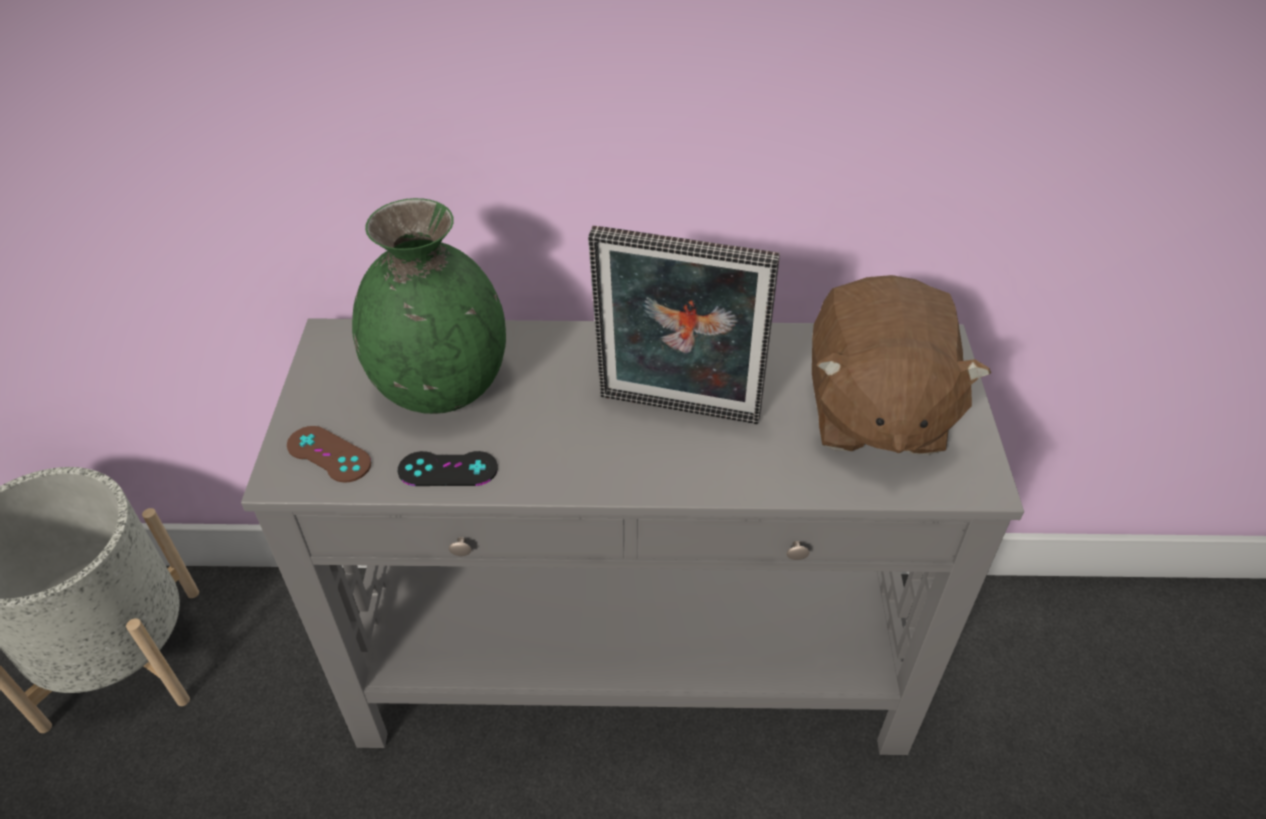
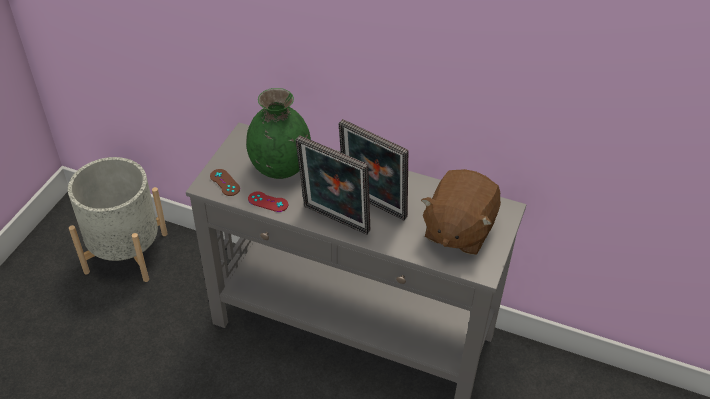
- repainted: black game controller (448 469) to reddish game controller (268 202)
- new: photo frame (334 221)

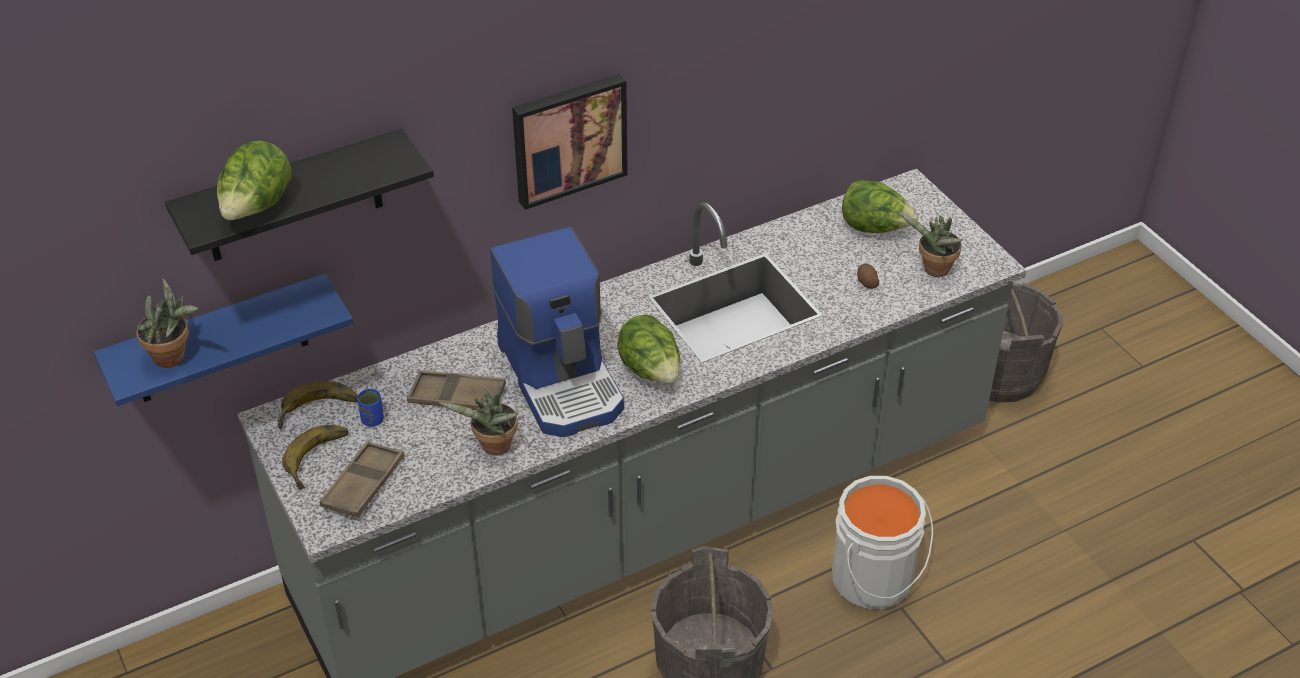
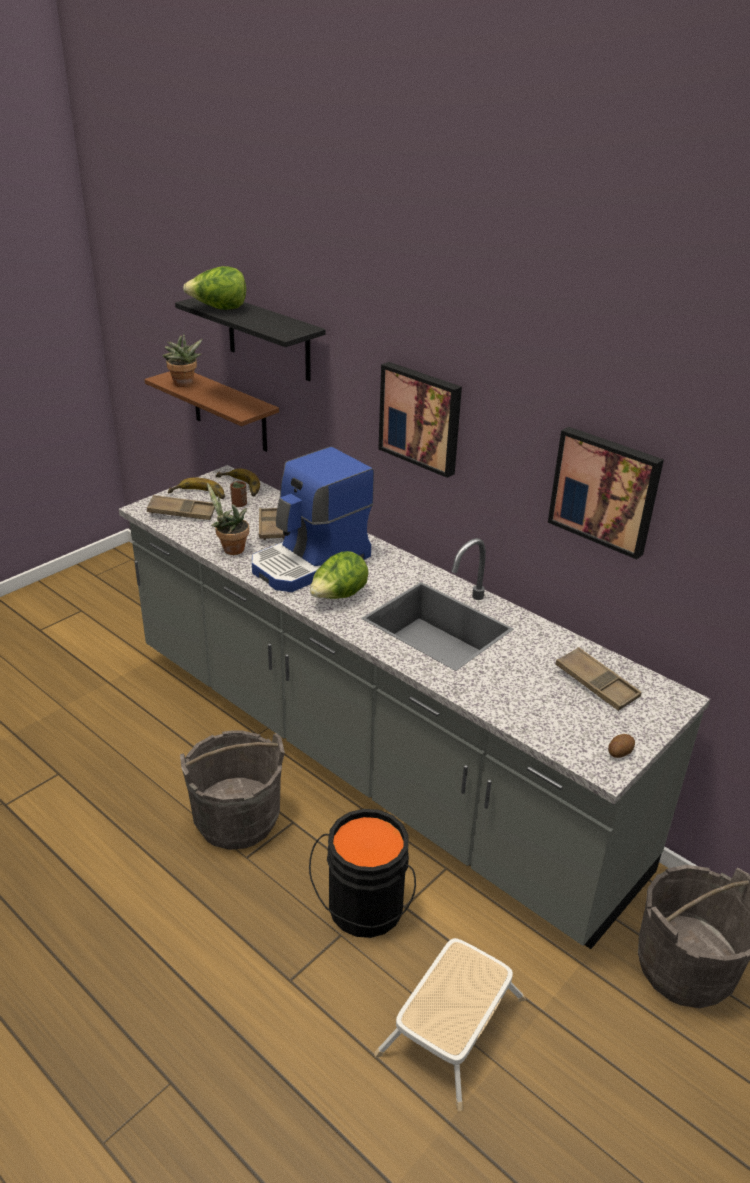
- swapped: lettuce (874 228) to brownish serving tray (596 684)
- gone: potted plant (933 270)
- shifted: spud (866 282) to (619 752)
- repainted: blue-coloured wall shelf (219 341) to brownish wall shelf (230 411)
- repainted: blue-coloured drinking cup (372 420) to brownish drinking cup (239 504)
- repainted: white-coloured water bucket (875 580) to black water bucket (363 910)
- new: picture (605 490)
- new: beige-coloured step ladder (452 1026)

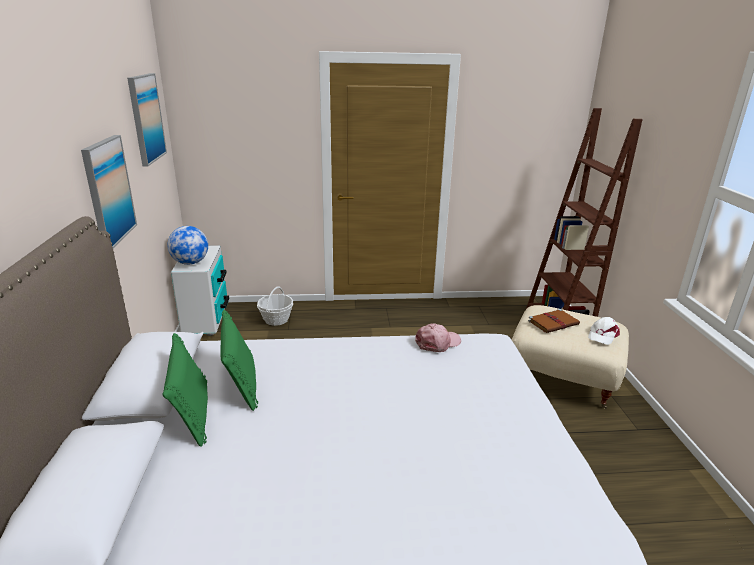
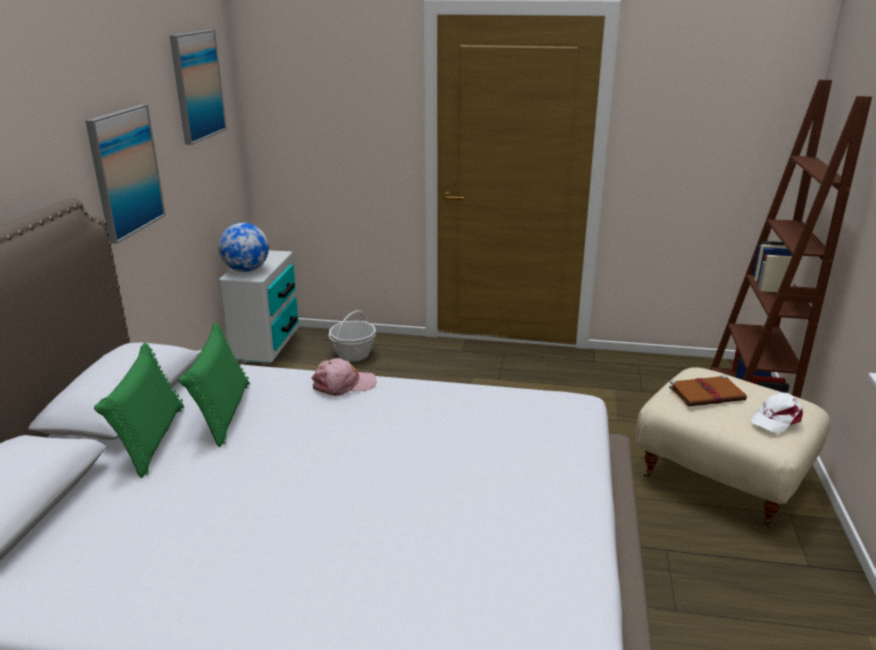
- shifted: pink cap (438 343) to (344 384)

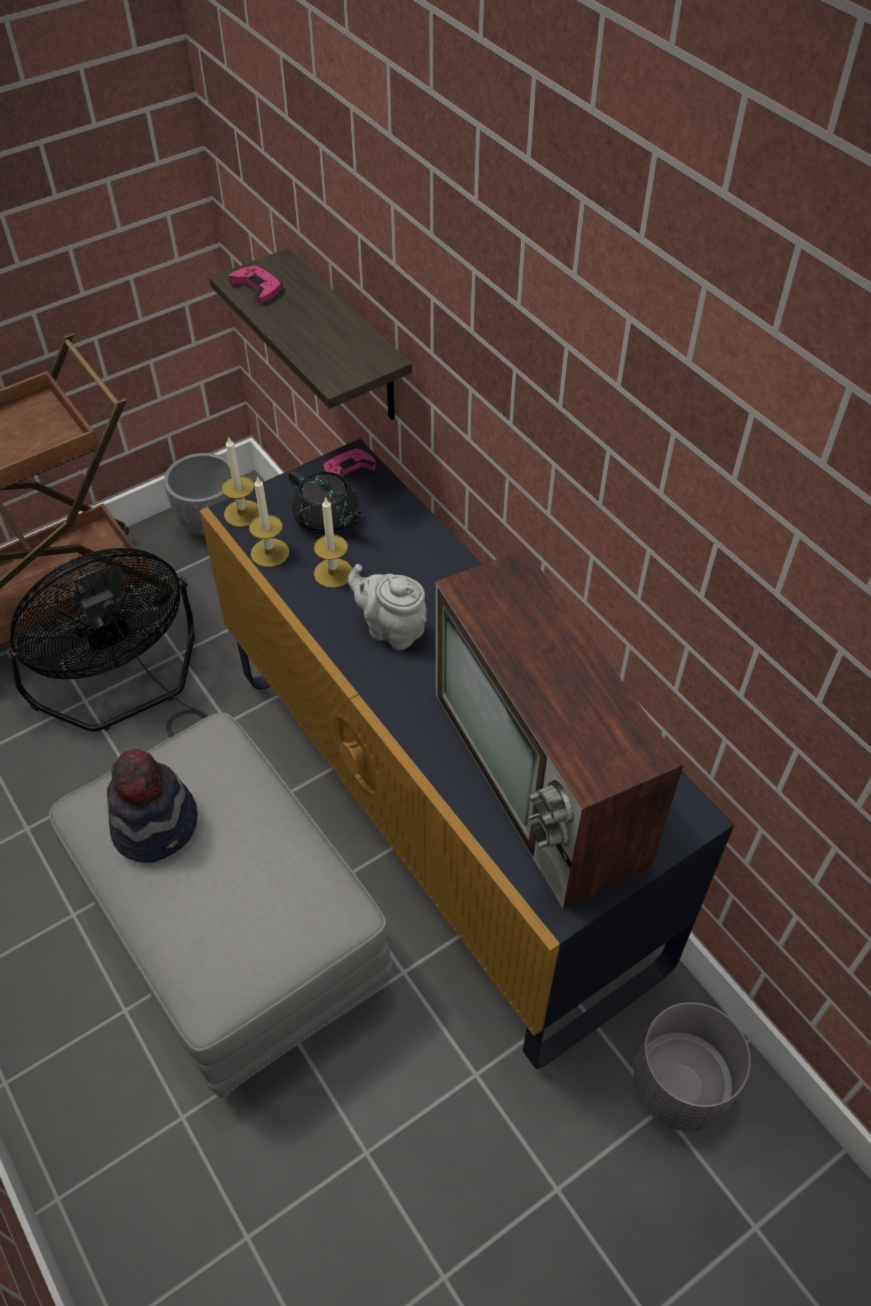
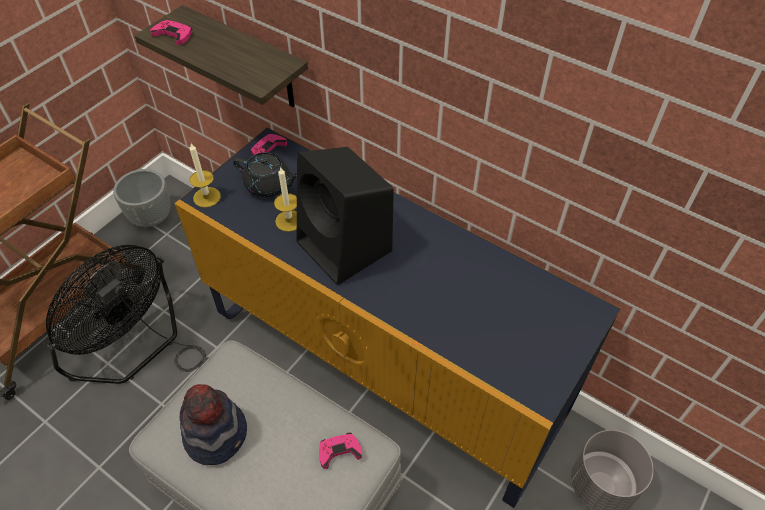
- gone: wax candle (270 553)
- gone: TV (542 780)
- swapped: grey pot for tea (391 629) to black audio speaker (346 247)
- new: pink game controller (339 451)

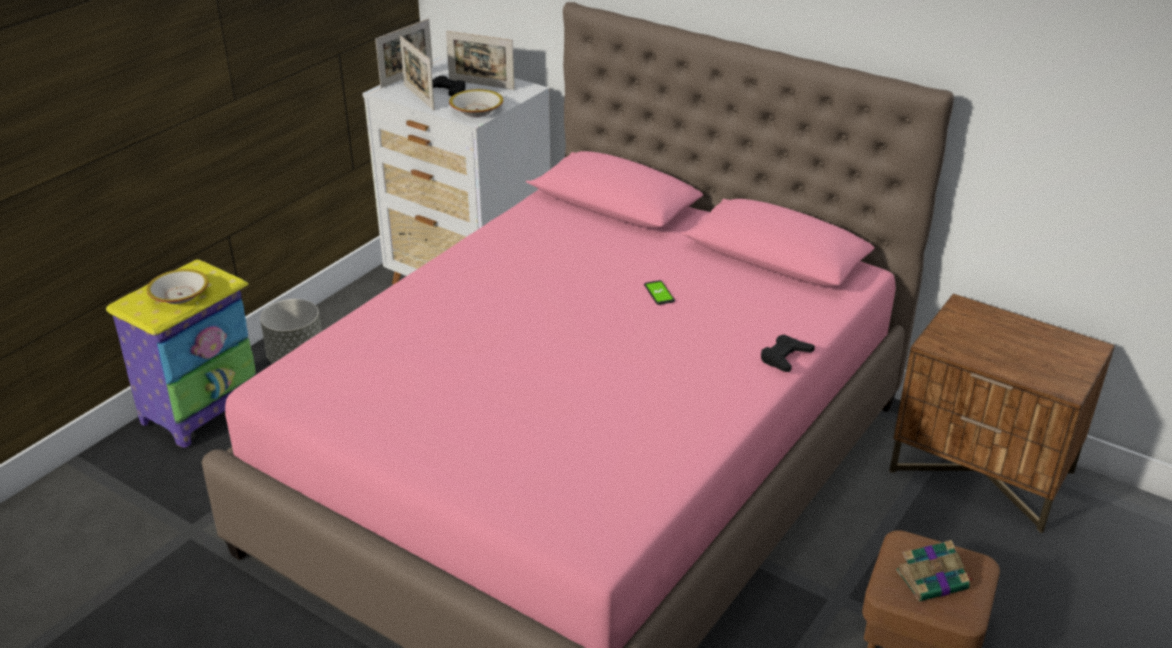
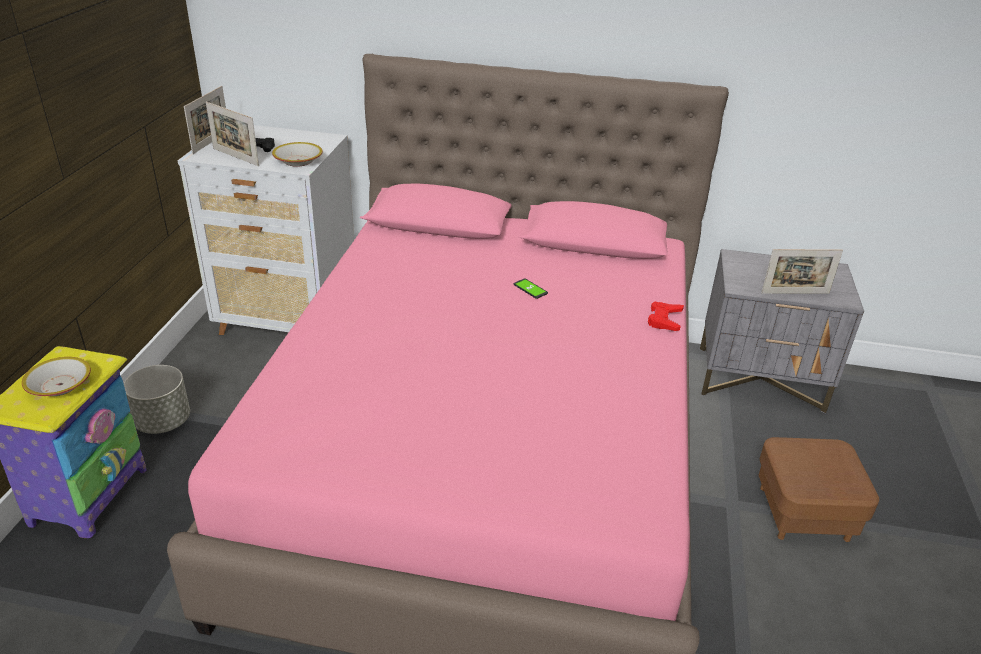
- shifted: photo frame (481 84) to (795 293)
- repainted: brownish bedside table (982 472) to grey bedside table (760 379)
- repainted: black game controller (785 357) to reddish game controller (664 320)
- gone: bound book (933 580)

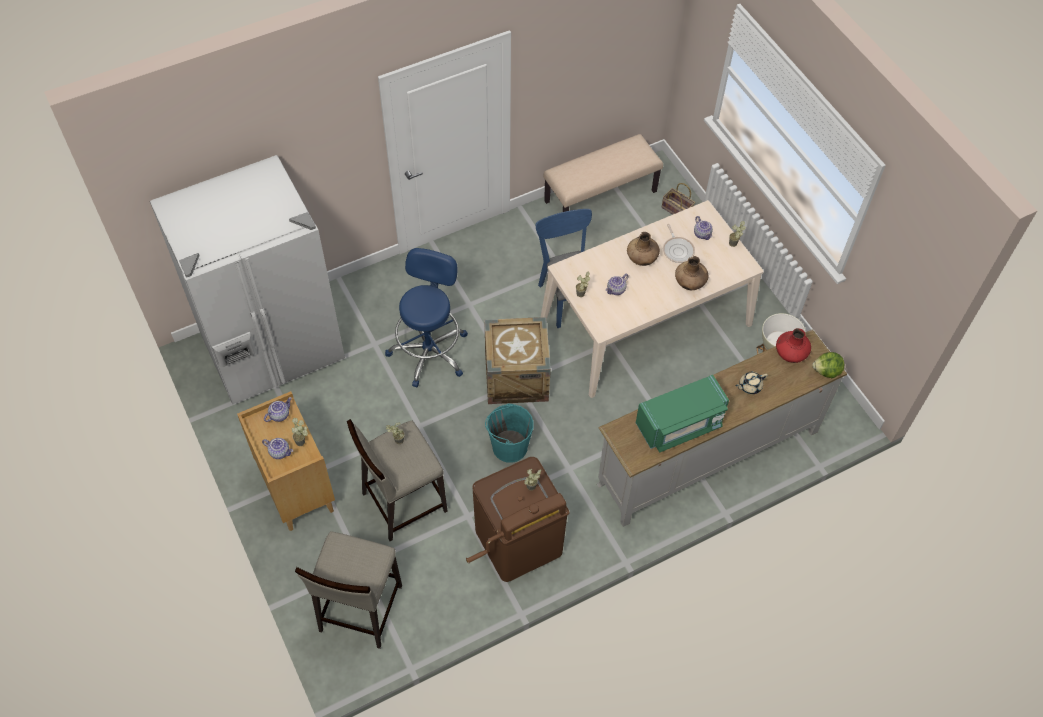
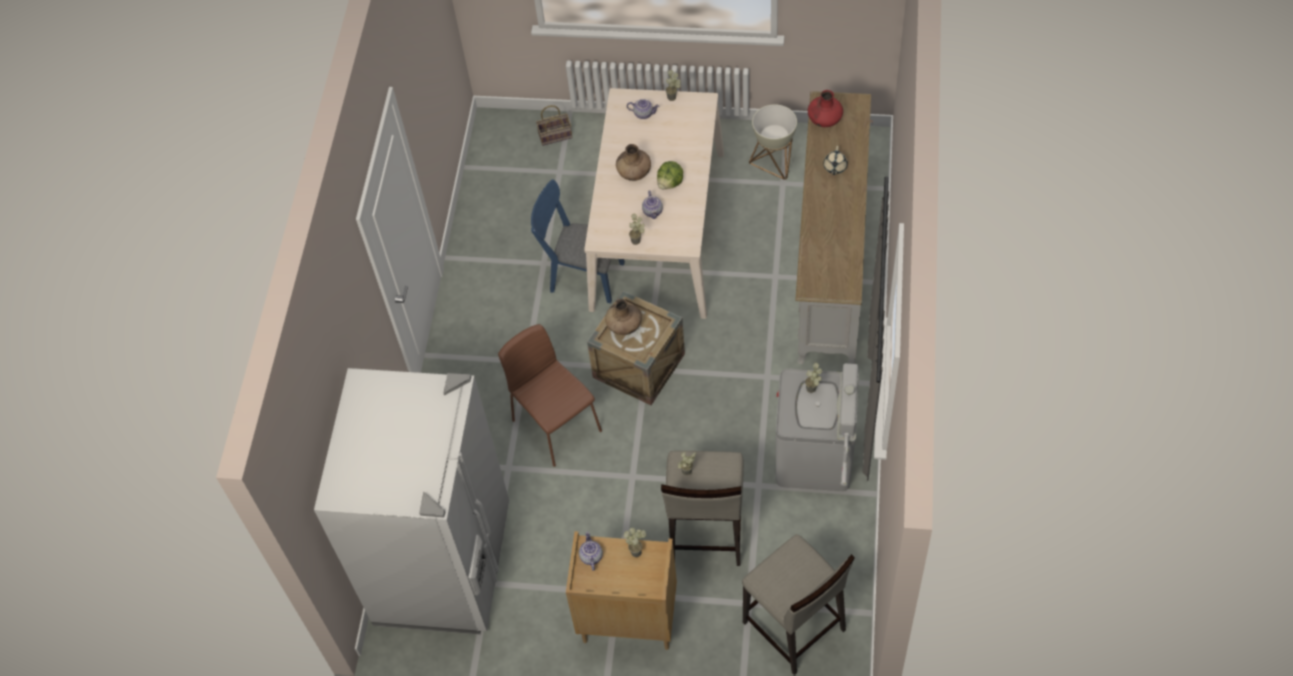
- gone: beige-coloured indoor bench (600 196)
- gone: skillet (677 250)
- swapped: blue-coloured stool seat (429 351) to brownish upright chair (554 423)
- shifted: brownish decorative vase (690 283) to (624 326)
- shifted: lettuce (826 371) to (670 183)
- gone: greenish kitchen microwave (680 425)
- gone: turquoise water bucket (509 446)
- gone: pot for tea (280 452)
- repainted: brownish laundry machine (517 544) to grey laundry machine (815 460)

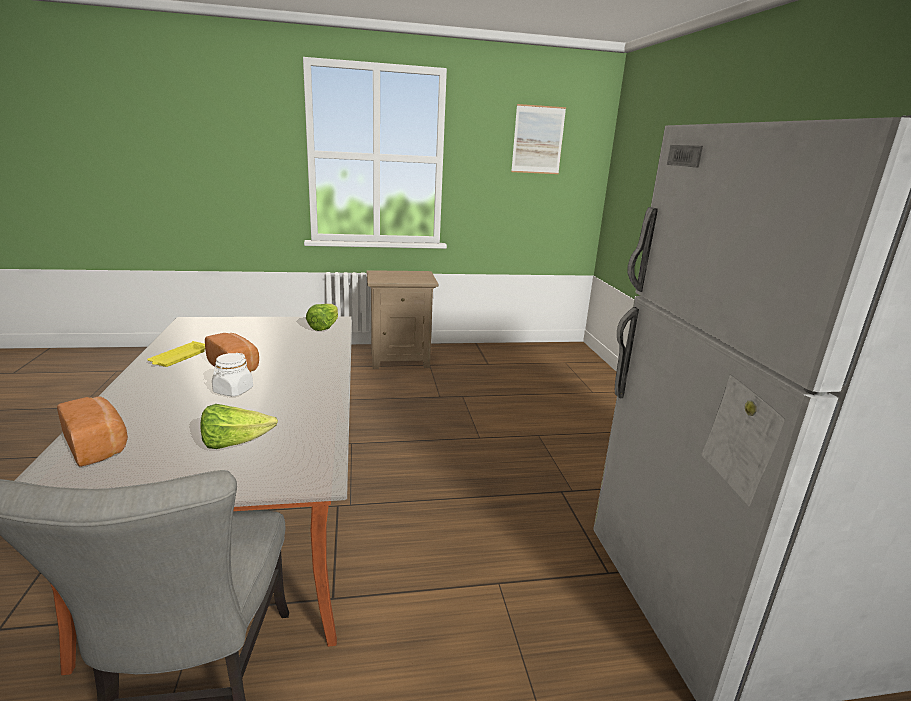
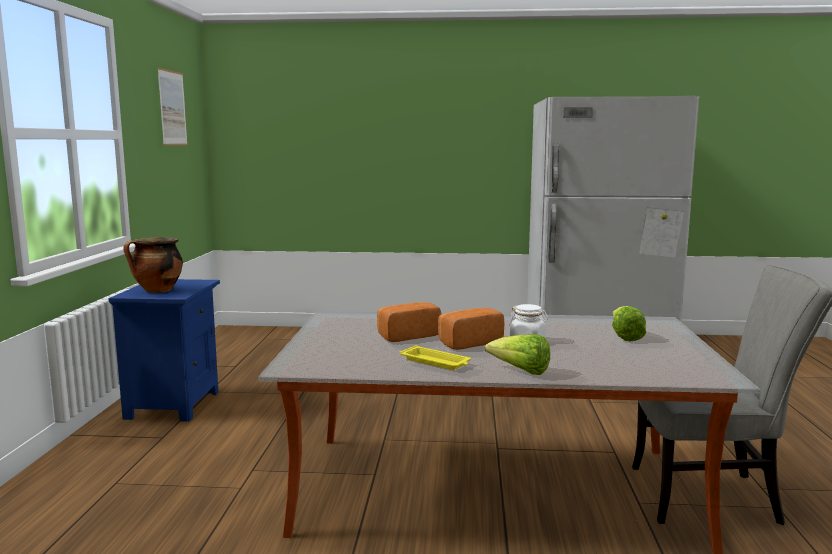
- repainted: beige-coloured bedside table (400 360) to blue-coloured bedside table (176 404)
- shifted: lettuce (324 327) to (521 371)
- shifted: baked bread (98 445) to (407 335)
- new: cooking pot (157 291)

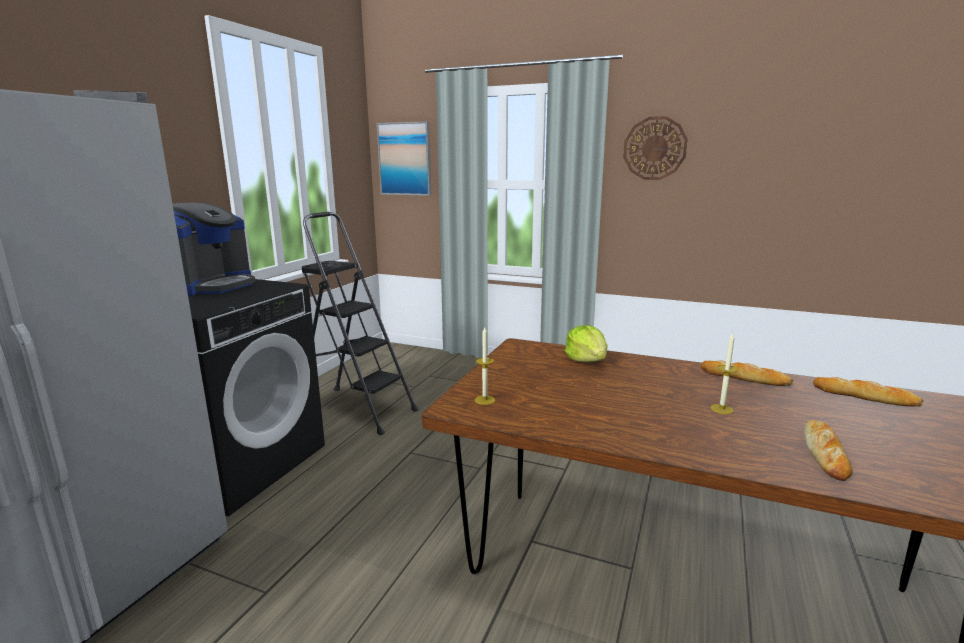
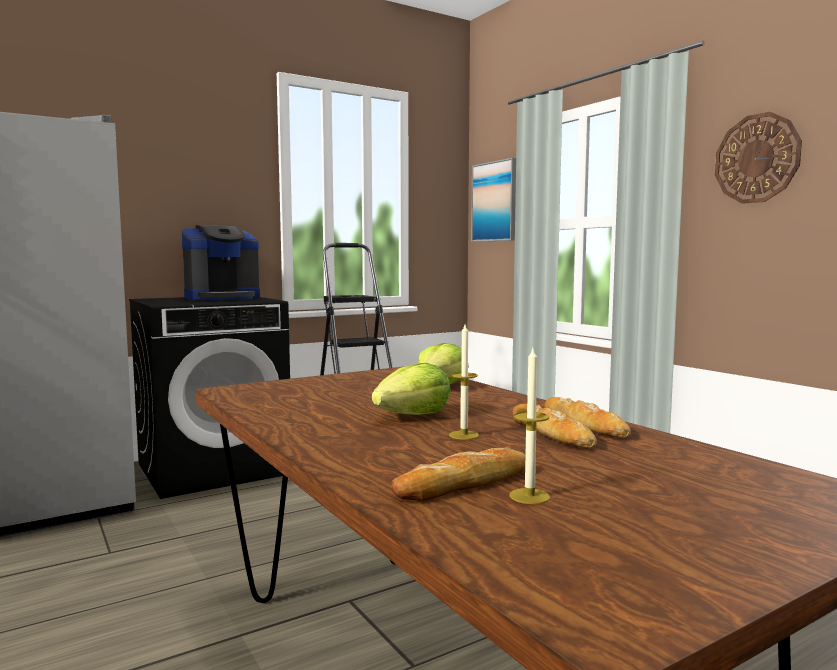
- shifted: wax candle (485 400) to (529 496)
- shifted: baked bread (865 397) to (551 433)
- new: lettuce (413 416)

